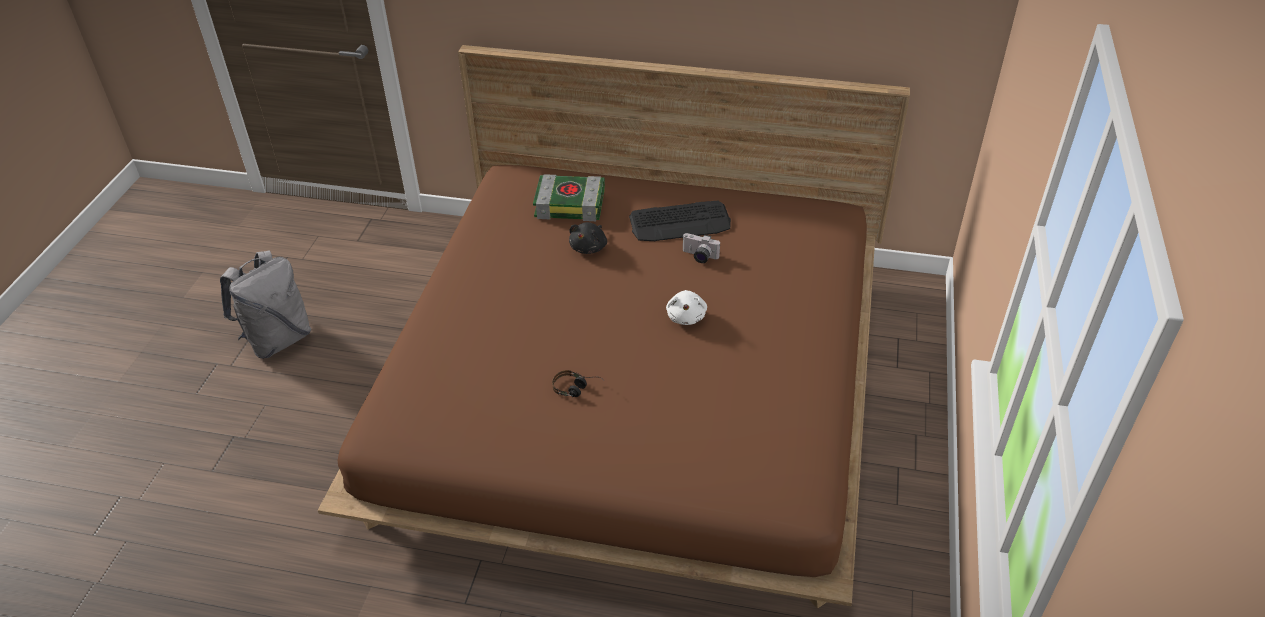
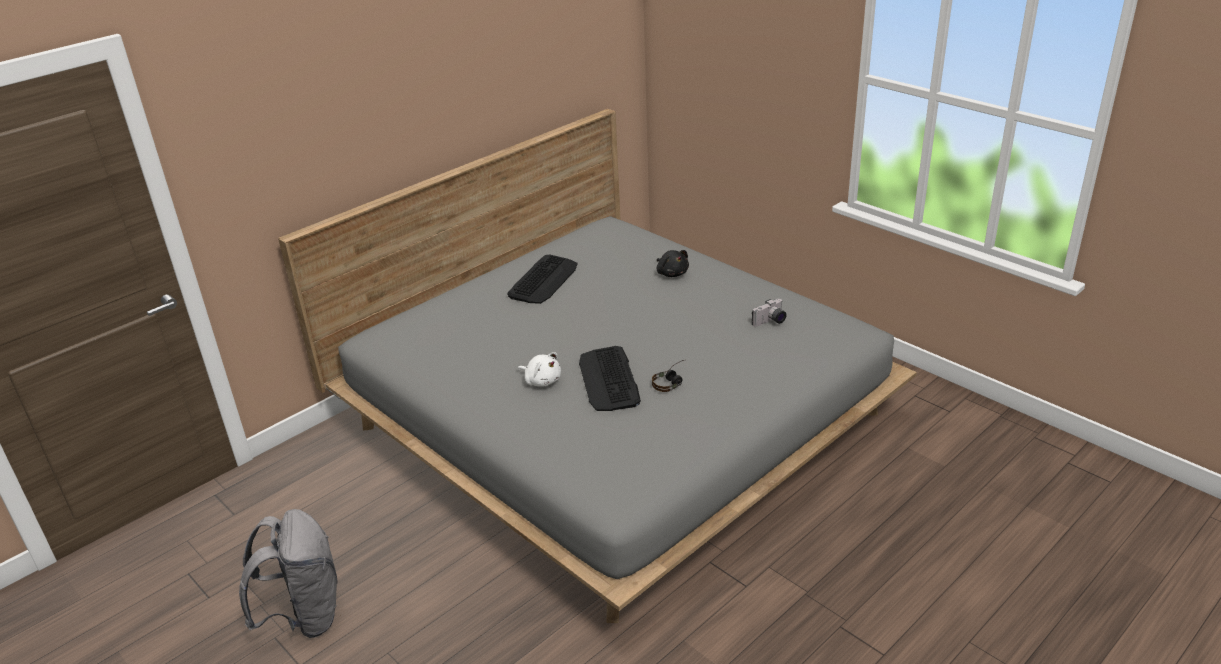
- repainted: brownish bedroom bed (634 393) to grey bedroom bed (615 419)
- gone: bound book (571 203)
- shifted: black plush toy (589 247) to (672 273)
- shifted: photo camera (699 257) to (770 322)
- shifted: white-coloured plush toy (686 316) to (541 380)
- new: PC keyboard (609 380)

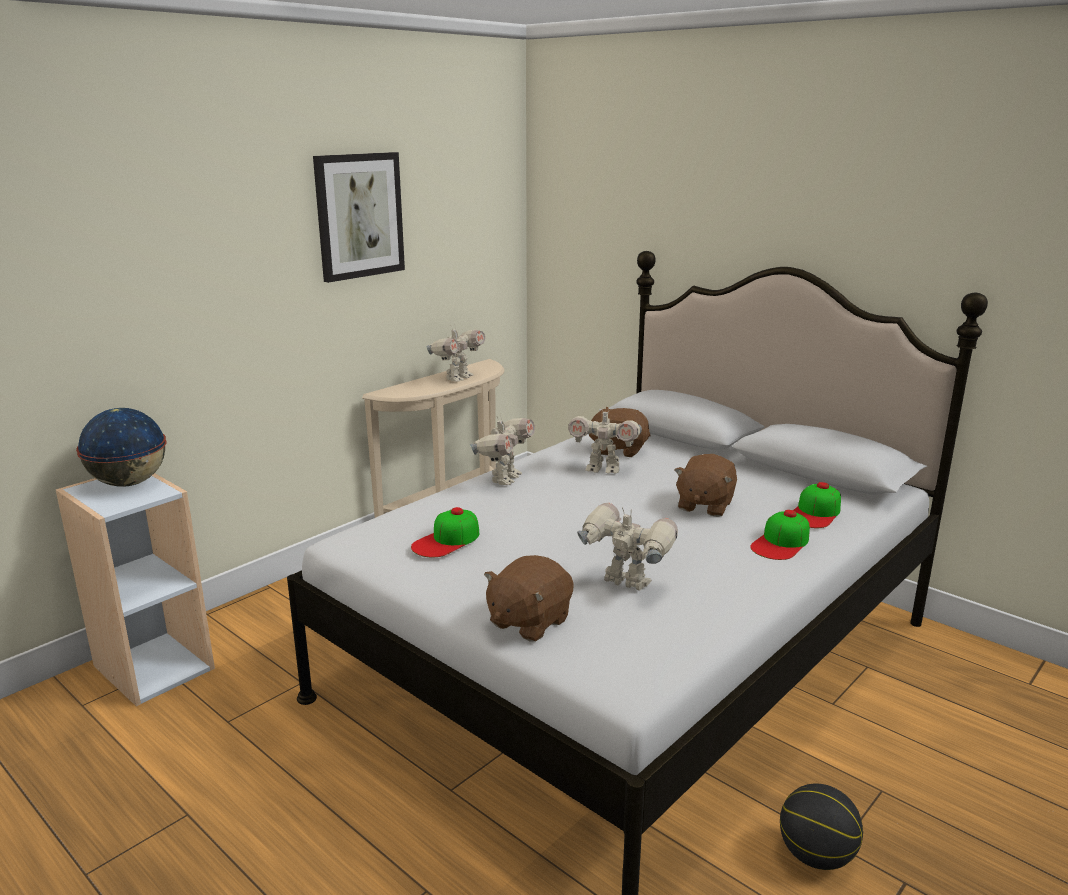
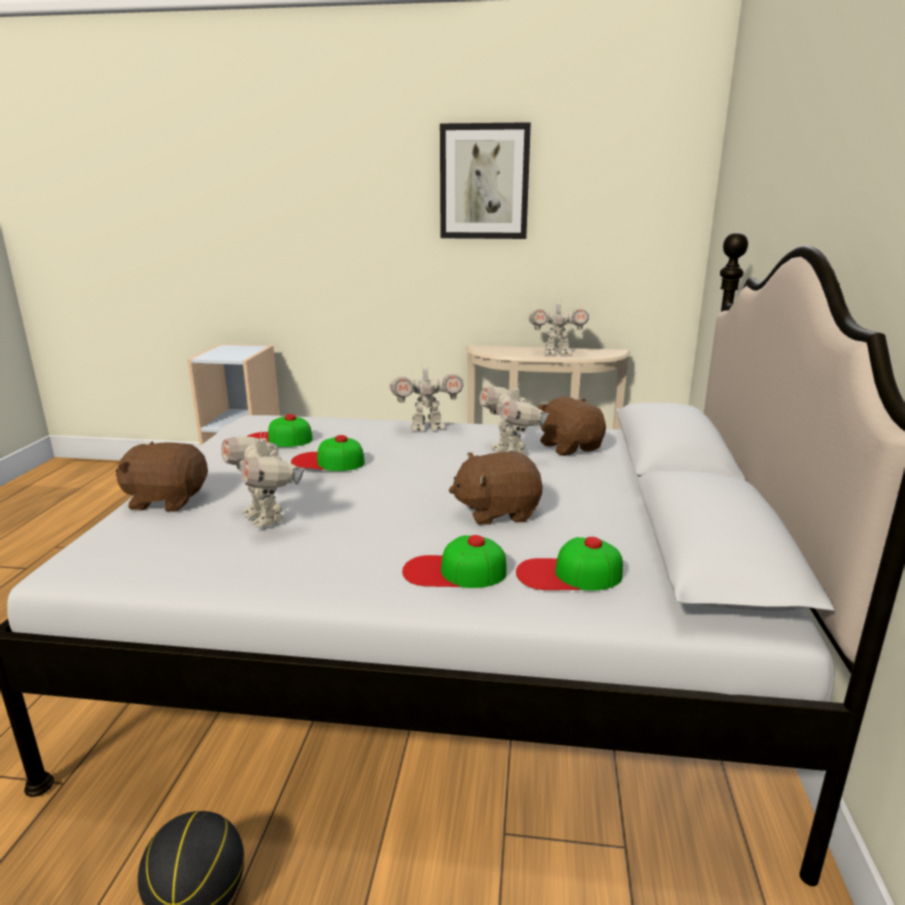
- gone: desk globe (129 483)
- rotated: model robot (625 584) = (266 517) 150 degrees clockwise
- new: cap (328 461)

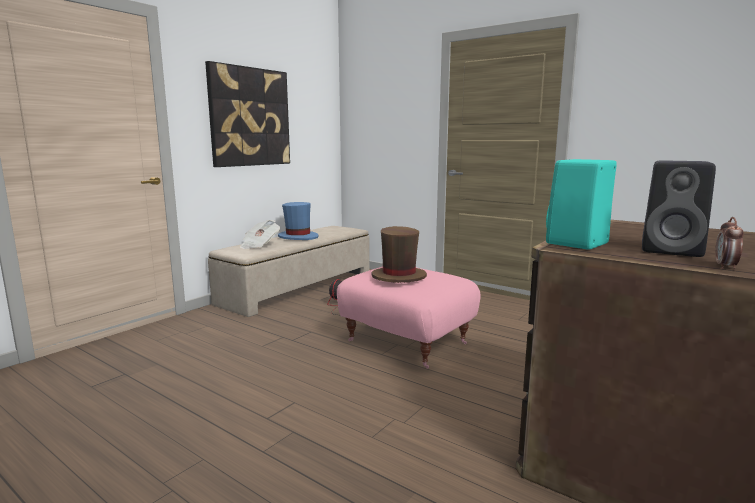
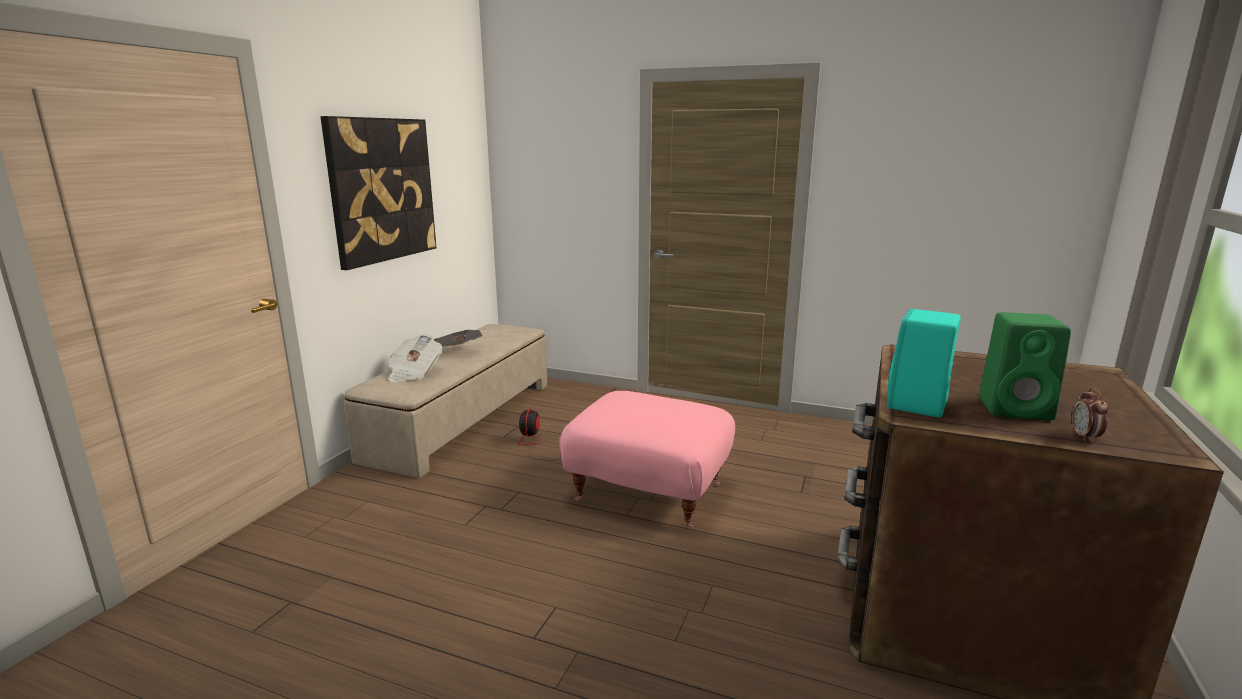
- repainted: black audio speaker (673 250) to greenish audio speaker (1017 409)
- swapped: blue-coloured clothing hat (298 237) to newspaper (458 351)
- gone: brownish clothing hat (398 277)

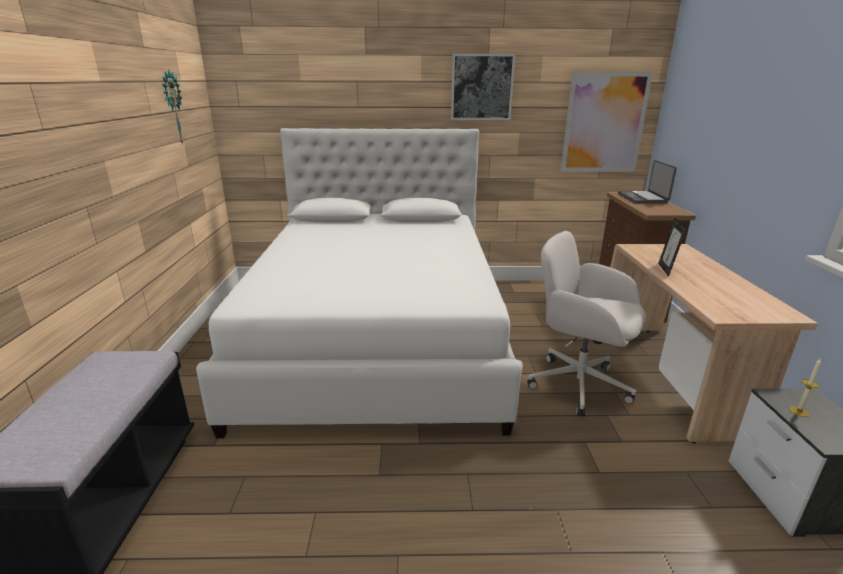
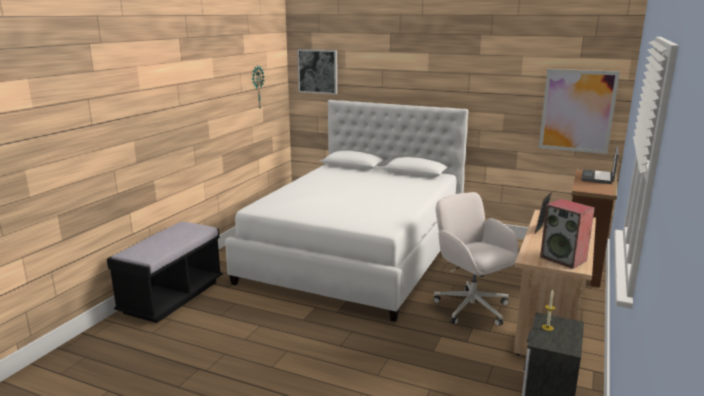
- shifted: picture (481 87) to (318 71)
- new: audio speaker (564 259)

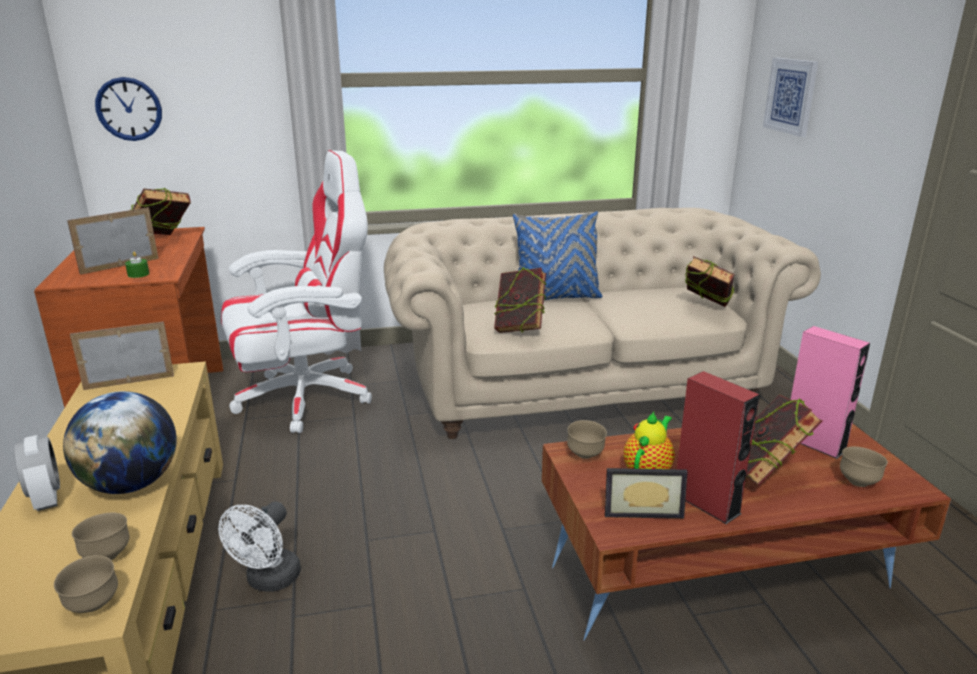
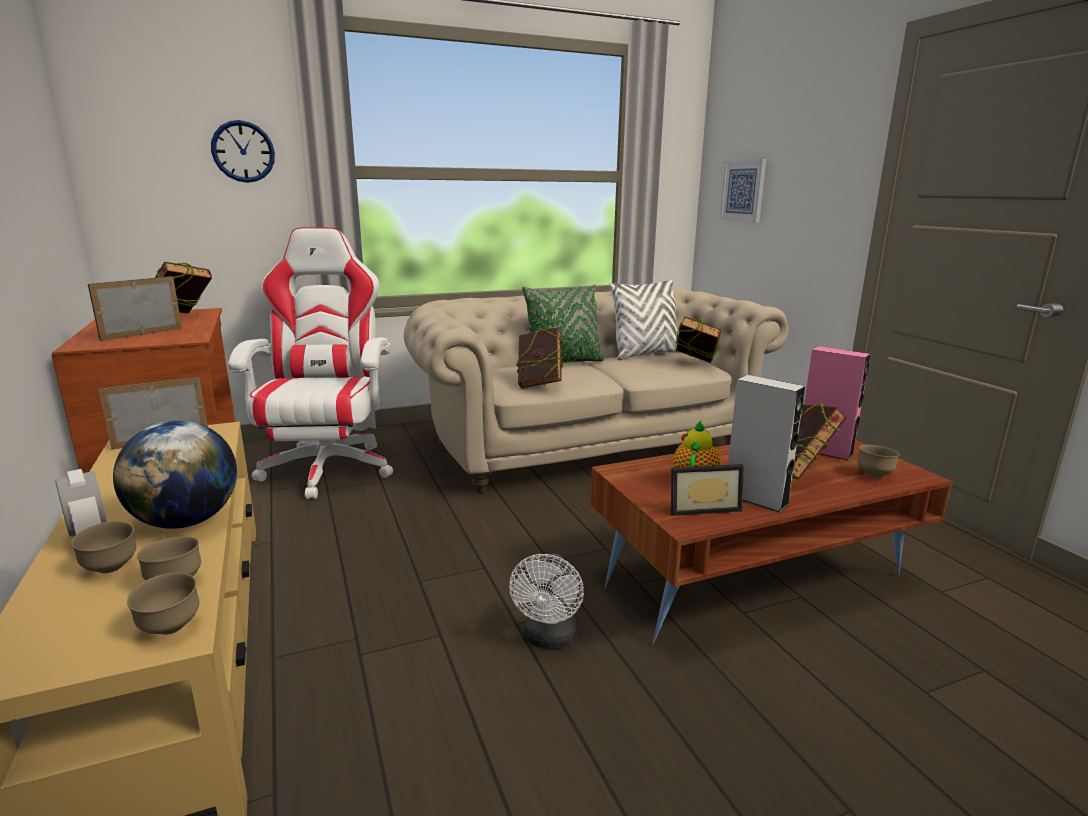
- shifted: hanging clock (129 109) to (243 151)
- rotated: white-coloured office chair (304 398) = (328 469) 60 degrees counterclockwise
- repainted: blue-coloured pillow (556 298) to greenish pillow (563 363)
- gone: greenish wax candle (138 274)
- repainted: reddish audio speaker (706 503) to grey audio speaker (756 499)
- shifted: brownish deep dish (585 456) to (111 569)
- shifted: white-coloured electric fan (269 581) to (549 639)
- new: white-coloured pillow (645 354)

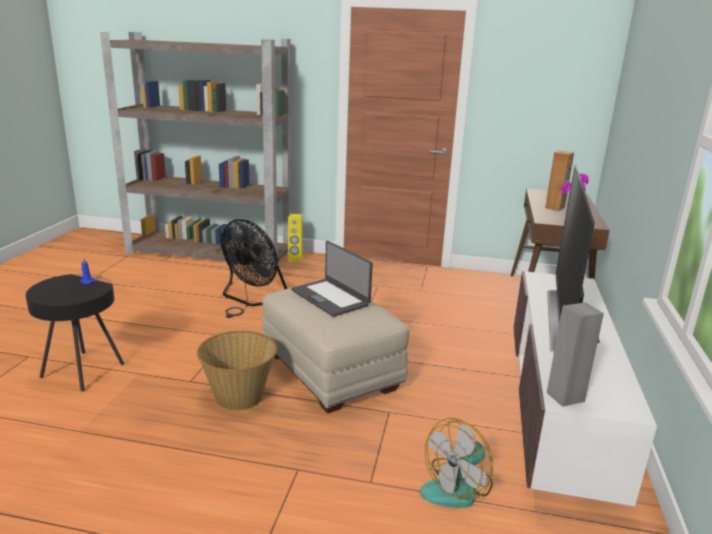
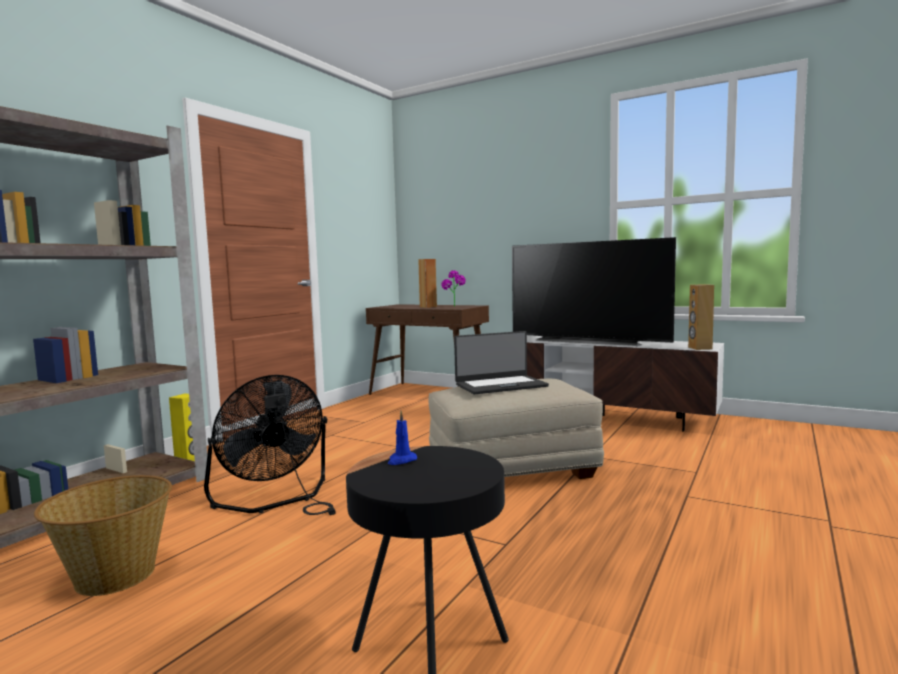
- repainted: grey audio speaker (565 396) to brownish audio speaker (699 348)
- shifted: household basket (239 396) to (115 575)
- gone: electric fan (458 488)

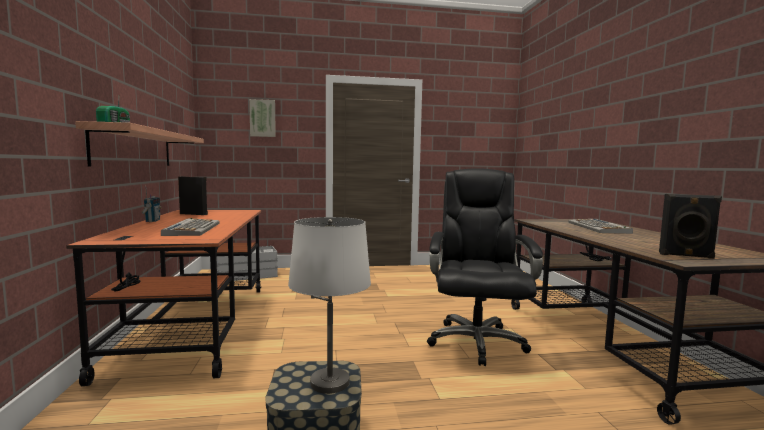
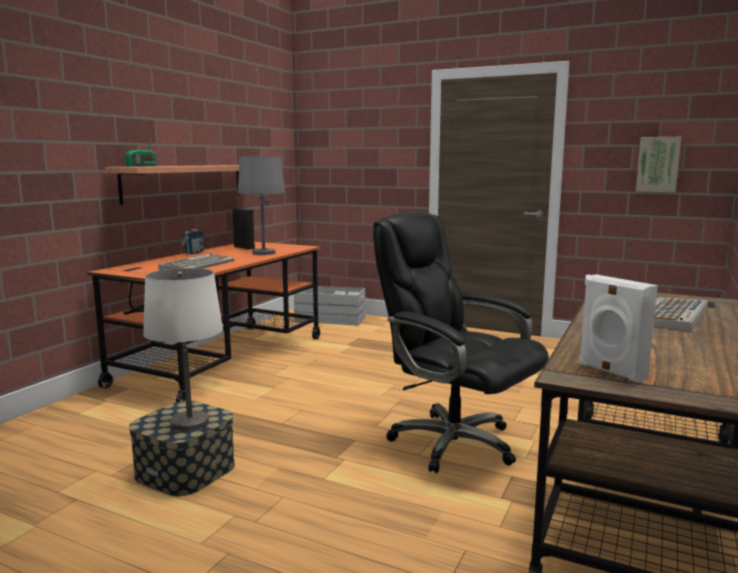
- shifted: picture (262 118) to (658 164)
- rotated: black office chair (476 343) = (456 444) 90 degrees counterclockwise
- repainted: black audio speaker (686 256) to white-coloured audio speaker (610 372)
- new: grey tabletop lamp (263 253)

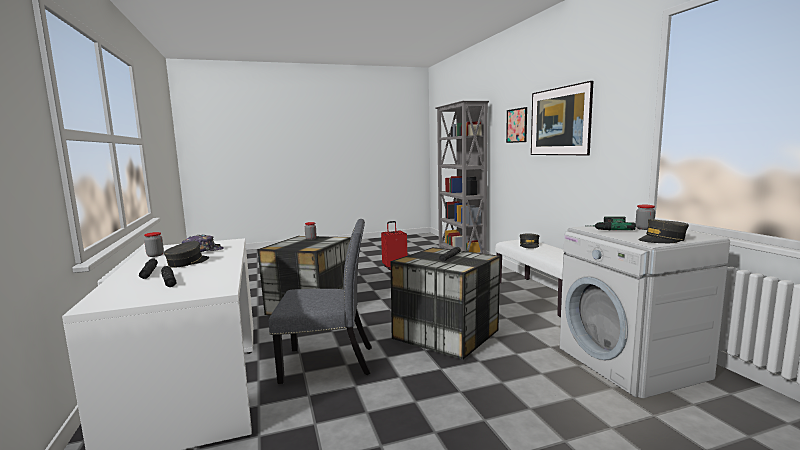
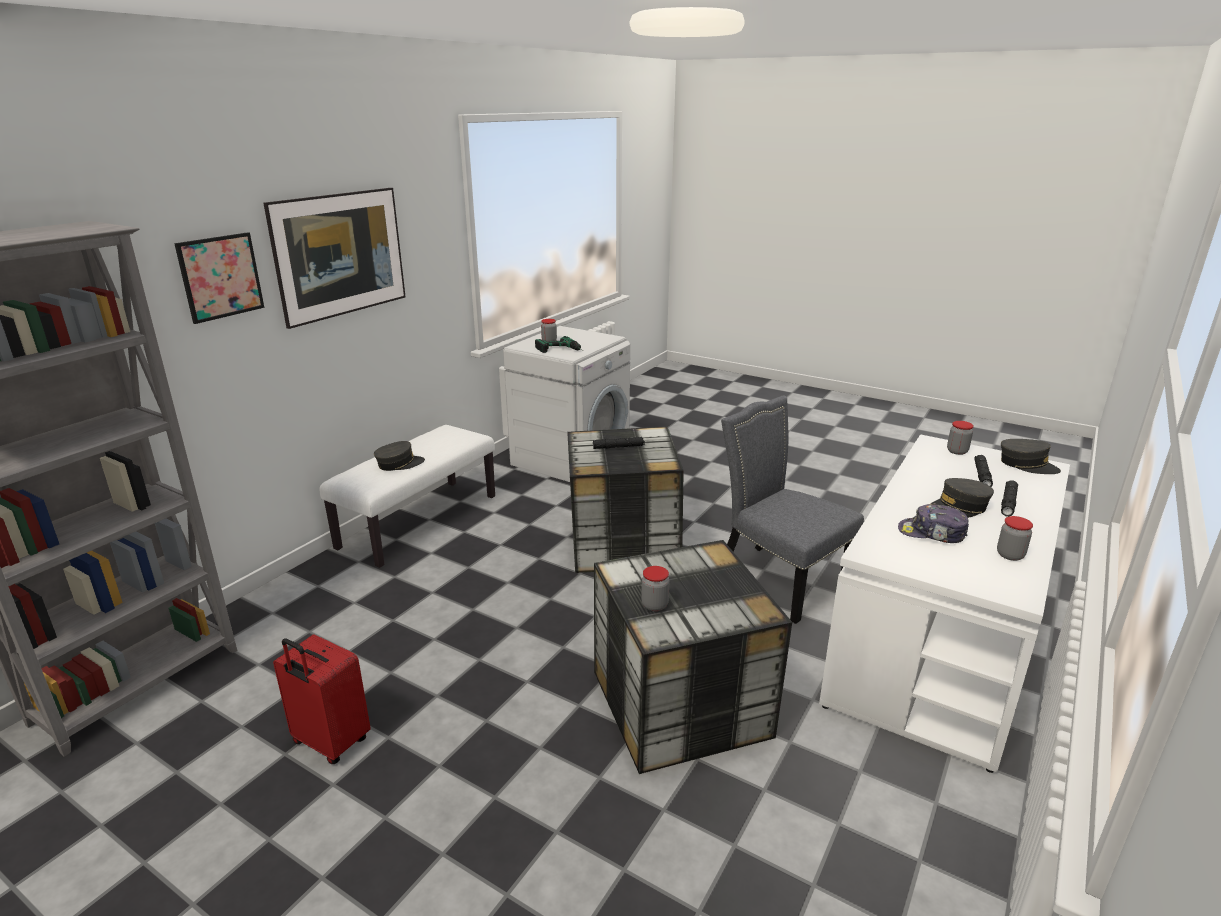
- shifted: grey cap (662 240) to (1027 465)
- new: jar (957 451)

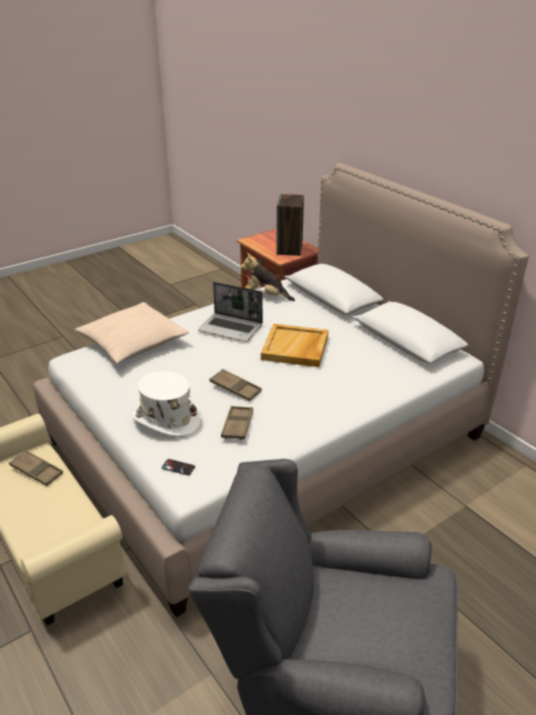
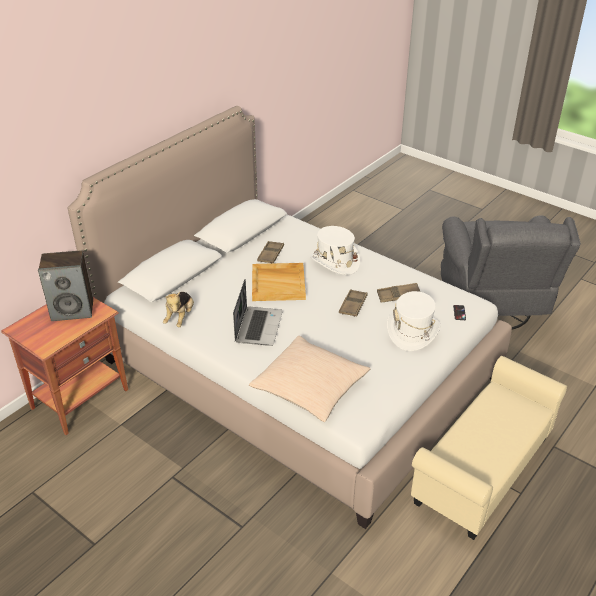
- shifted: brownish serving tray (36 471) to (270 254)
- new: white-coloured clothing hat (334 262)

